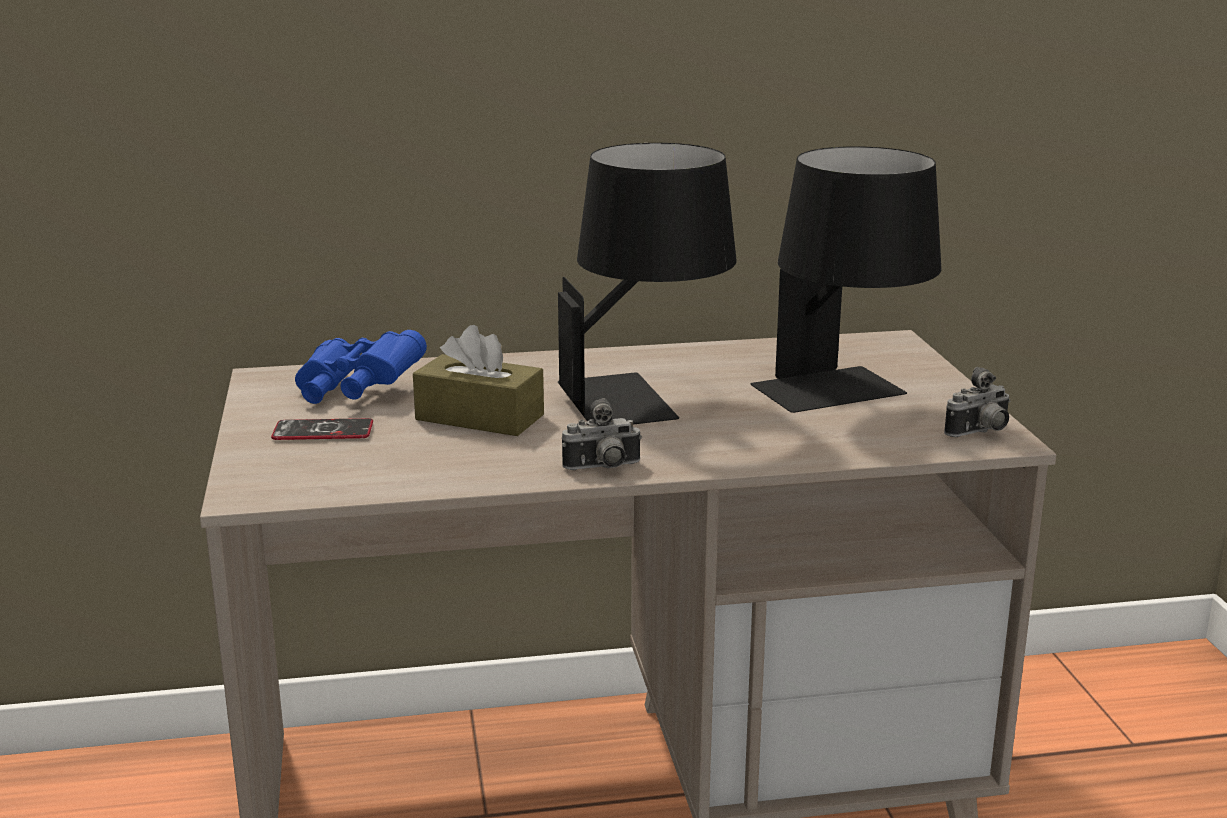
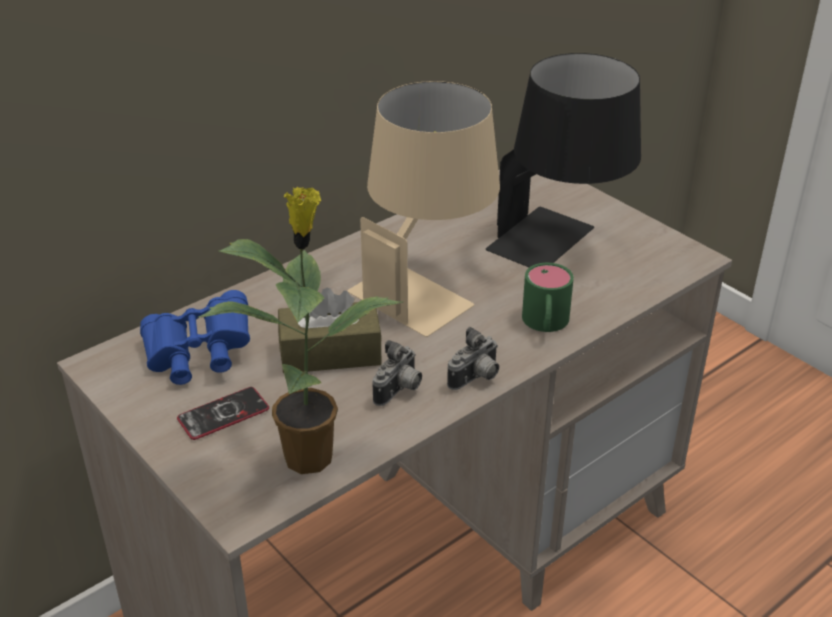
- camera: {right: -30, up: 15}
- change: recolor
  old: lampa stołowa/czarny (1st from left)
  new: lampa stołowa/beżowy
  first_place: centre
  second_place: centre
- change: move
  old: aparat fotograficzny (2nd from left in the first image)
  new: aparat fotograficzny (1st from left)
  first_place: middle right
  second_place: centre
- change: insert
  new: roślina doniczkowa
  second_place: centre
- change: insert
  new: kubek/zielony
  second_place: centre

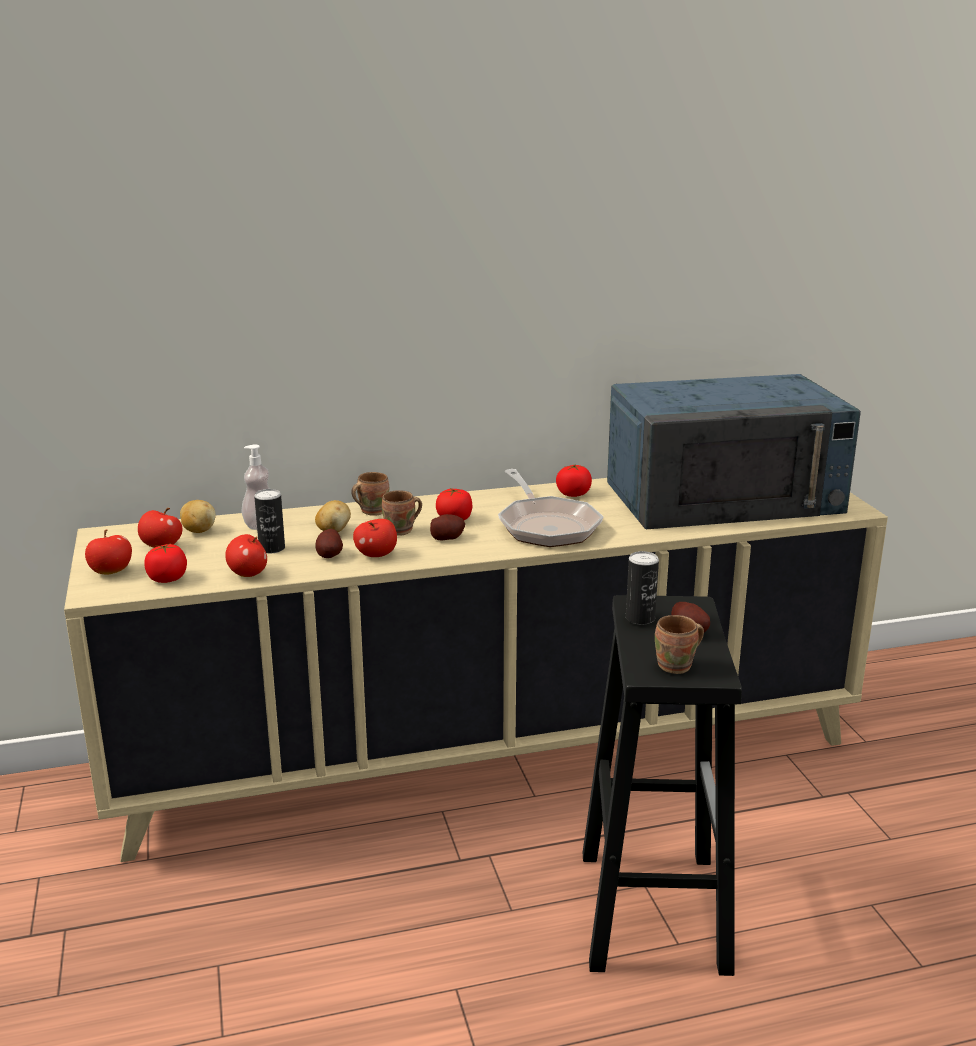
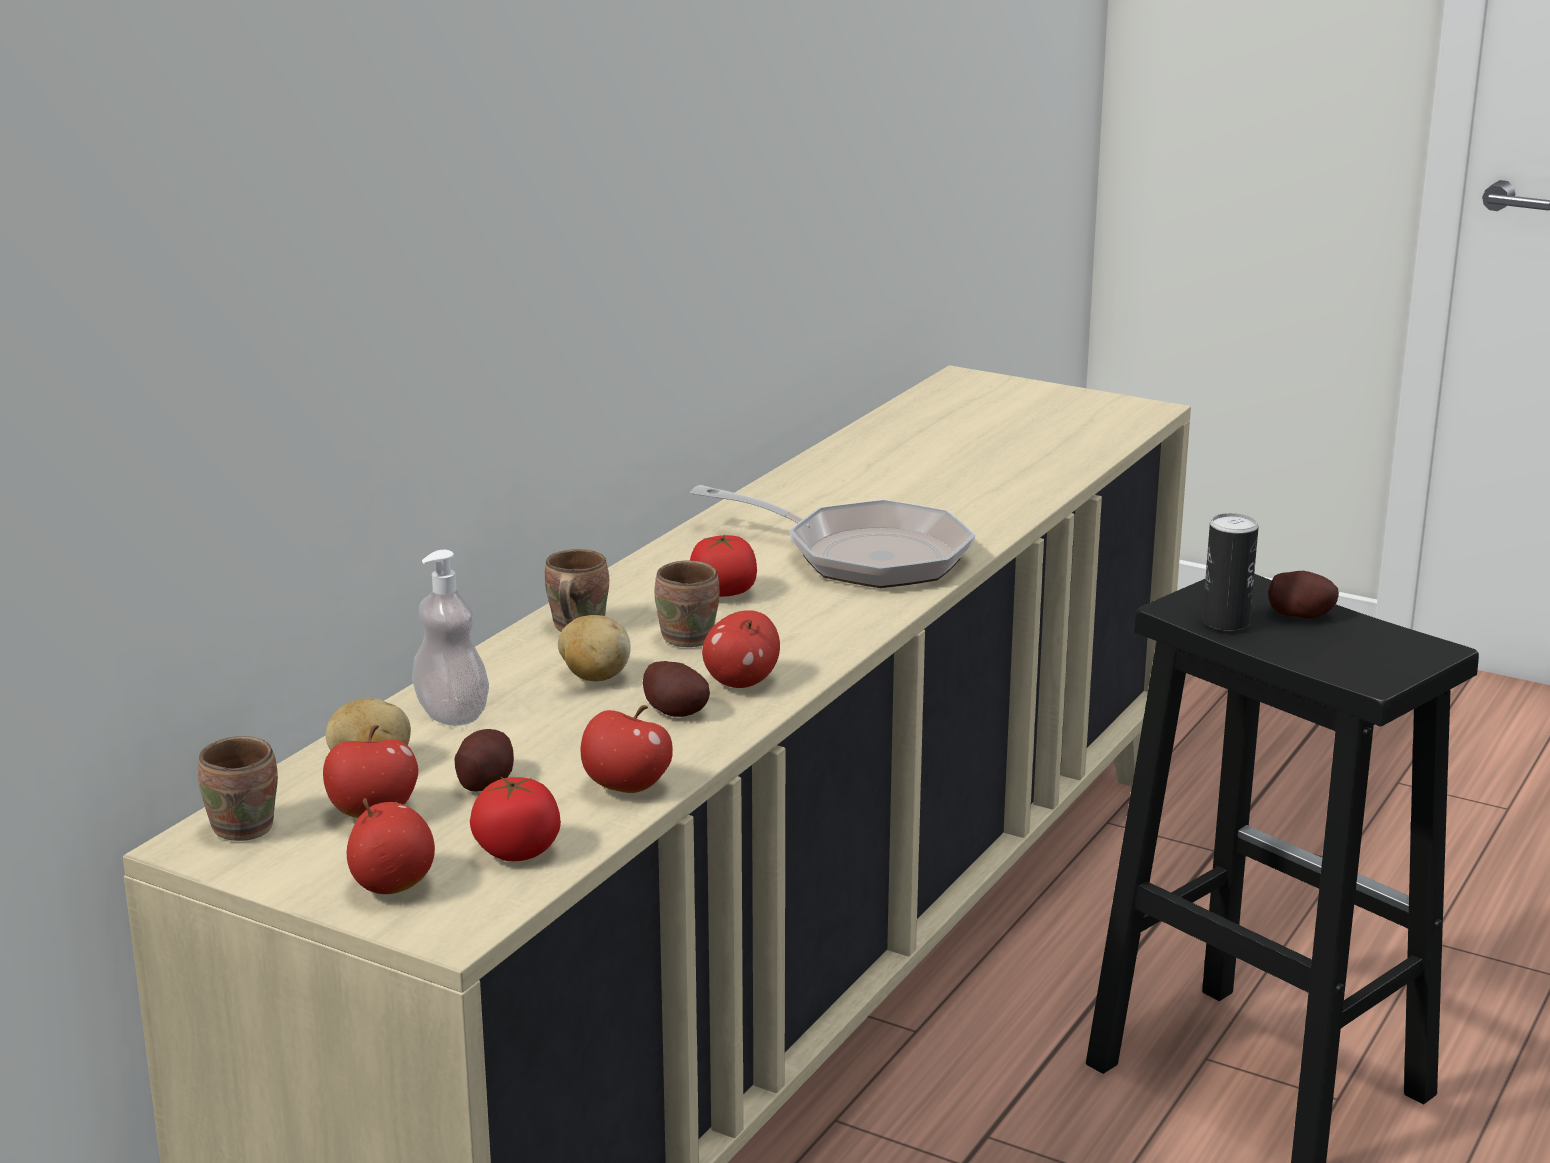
- camera: {right: -45, up: 0}
- change: delete
  old: puszka (1st from left)
  first_place: middle left
- change: move
  old: ziemniak (4th from left in the first image)
  new: ziemniak (2nd from left)
  first_place: centre
  second_place: middle left
- change: delete
  old: pomidor (3rd from left)
  first_place: centre
- change: delete
  old: mikrofalówka/niebieski
  first_place: middle right
- change: move
  old: kubek/brązowy (3rd from left in the first image)
  new: kubek/brązowy (1st from left)
  first_place: middle right
  second_place: bottom left

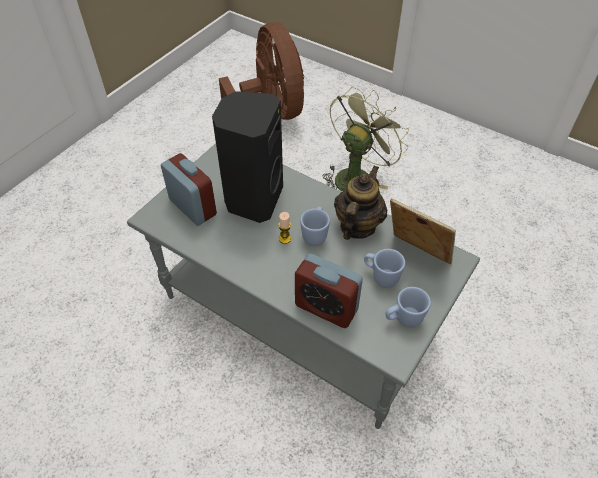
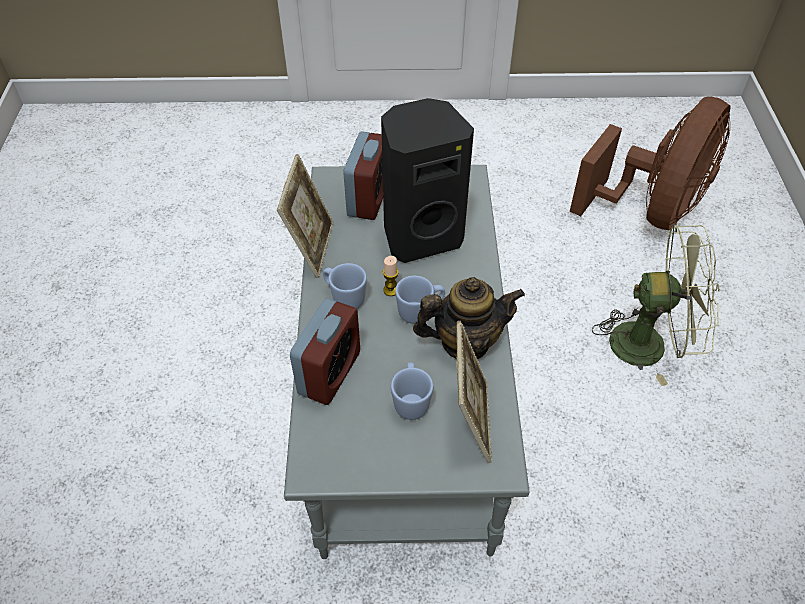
- camera: {right: 55, up: 0}
- change: rotate
  old: budzik (2nd from left in the first image)
  first_place: centre
  second_place: centre
  degrees: -150
- change: move
  old: kubek/niebieski (3rd from left in the first image)
  new: kubek/niebieski (1st from left)
  first_place: middle right
  second_place: centre
- change: insert
  new: ramka na zdjęcie (1st from left)
  second_place: centre

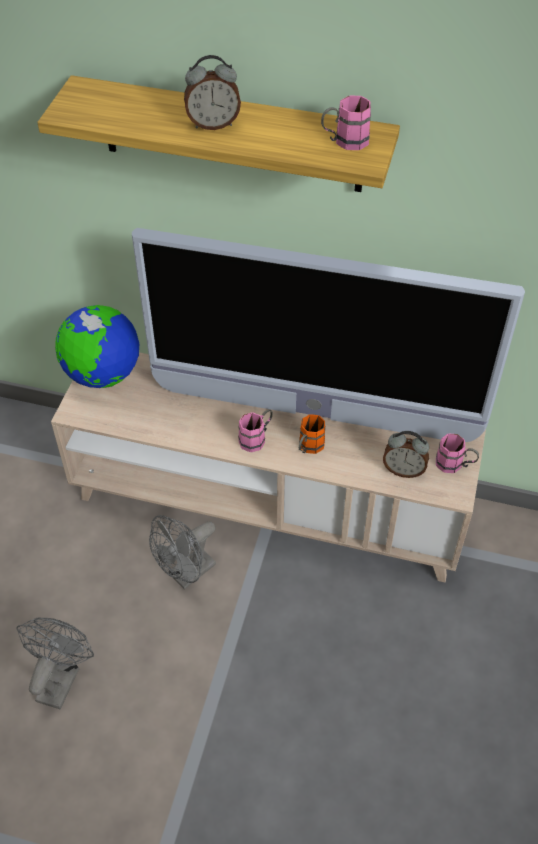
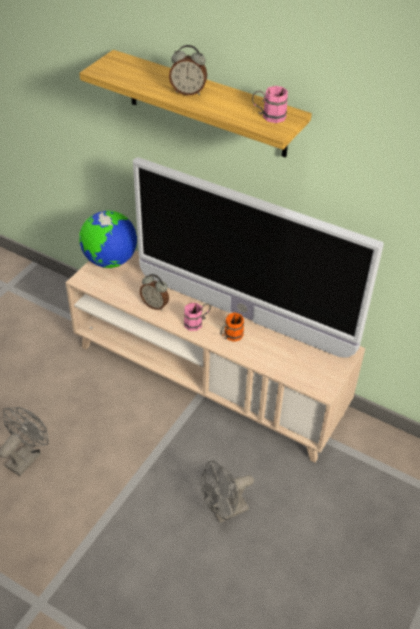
- camera: {right: 15, up: -5}
- change: move
  old: wentylator/szary (2nd from left)
  first_place: centre
  second_place: bottom centre
- change: move
  old: budzik (2nd from left in the first image)
  new: budzik (1st from left)
  first_place: middle right
  second_place: centre
- change: delete
  old: kubek/różowy (3rd from left)
  first_place: middle right

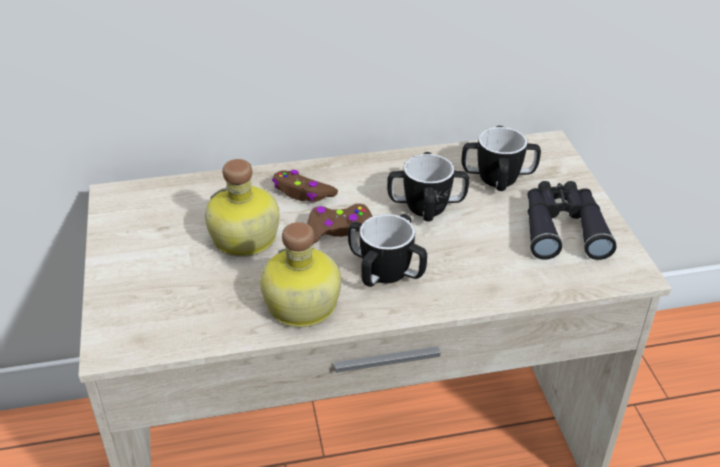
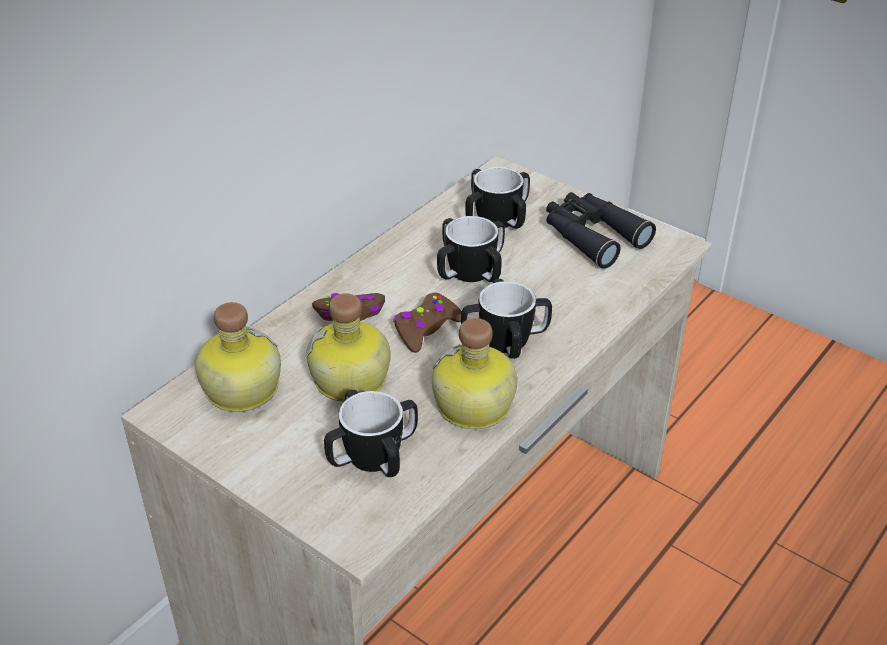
- camera: {right: -40, up: 0}
- change: insert
  new: butelka (1st from left)
  second_place: middle left
- change: insert
  new: kubek (1st from left)
  second_place: bottom centre

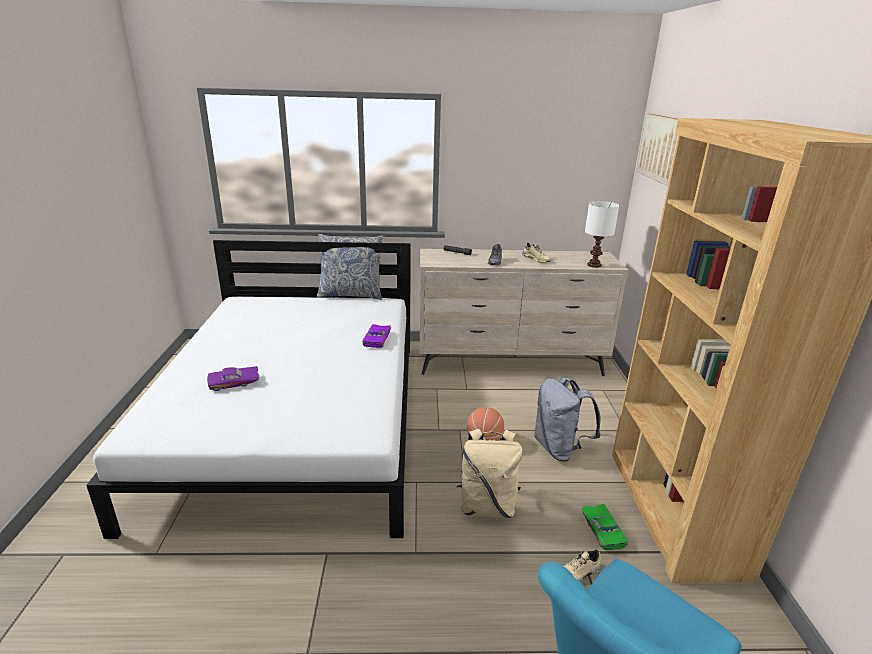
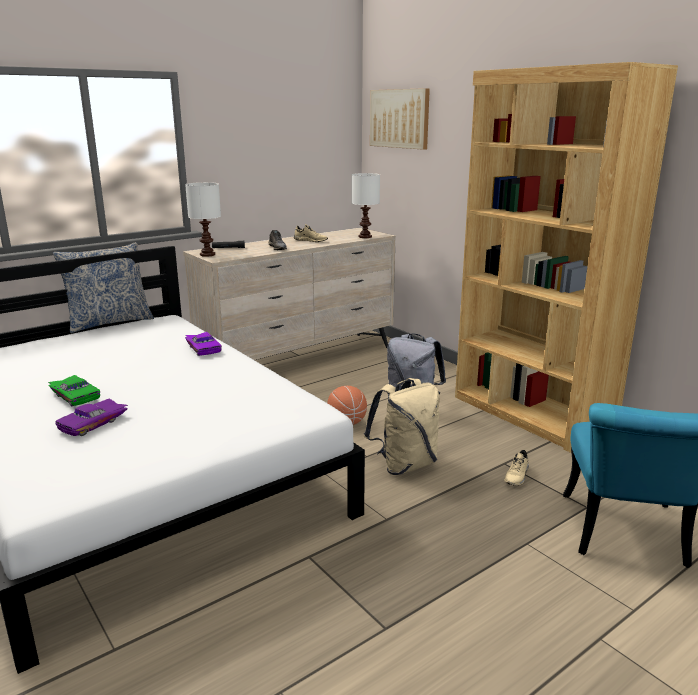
- camera: {right: -35, up: -5}
- change: move
  old: samochodzik/zielony
  first_place: bottom right
  second_place: middle left
- change: insert
  new: lampa stołowa/biały (1st from left)
  second_place: top left

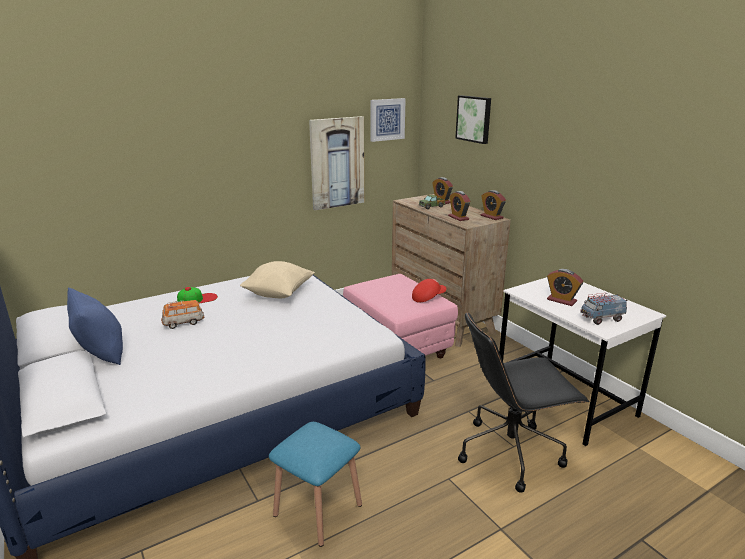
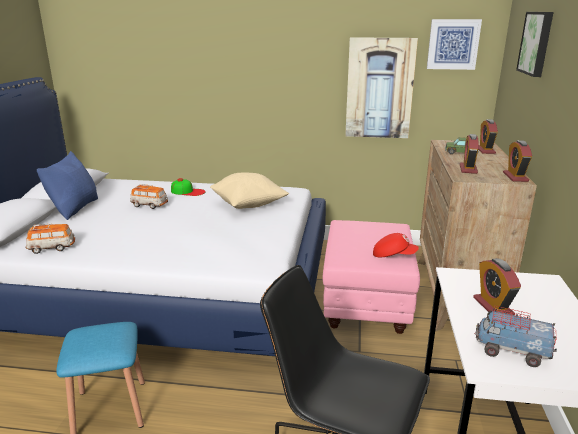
- camera: {right: 40, up: 0}
- change: insert
  new: samochodzik (1st from left)
  second_place: middle left

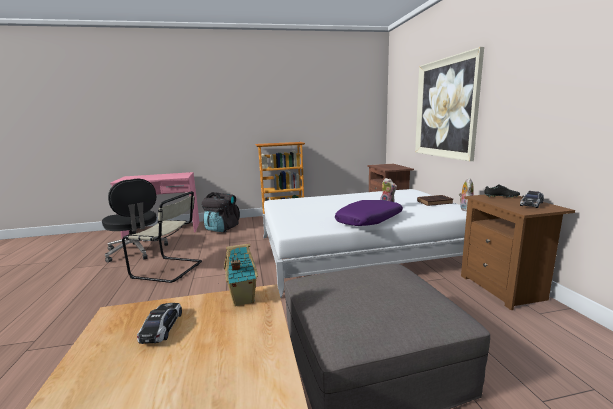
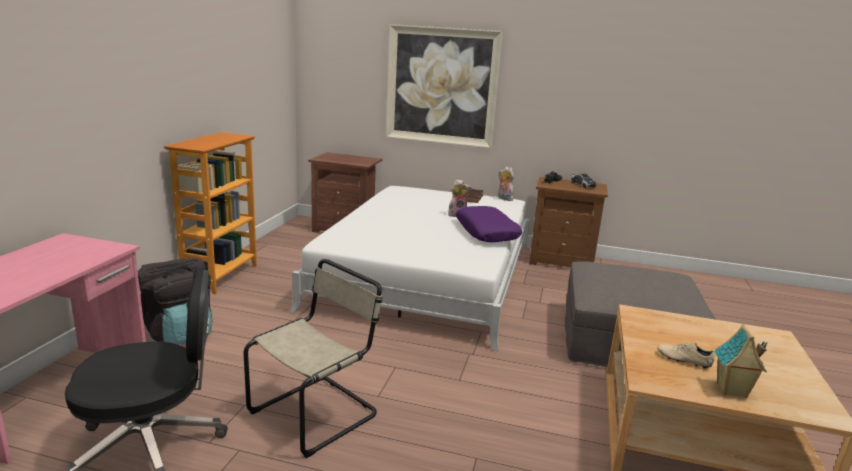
- camera: {right: -65, up: 5}
- change: replace
  old: samochodzik (1st from left)
  new: but/beżowy
  first_place: bottom left
  second_place: bottom right
- change: move
  old: domek
  first_place: bottom centre
  second_place: bottom right

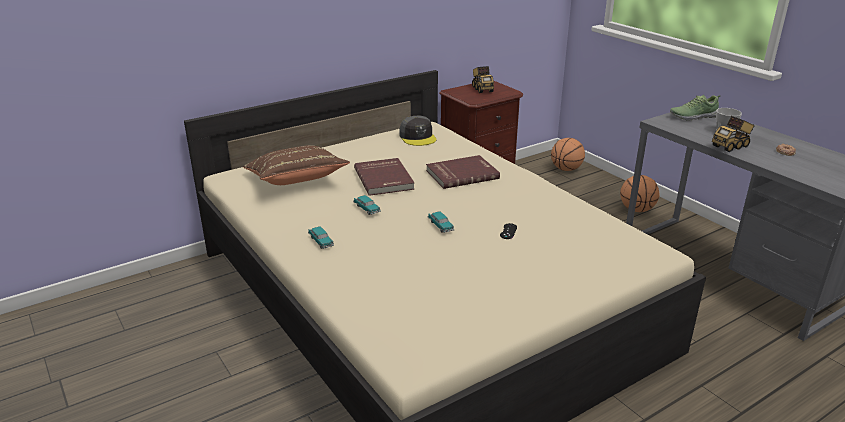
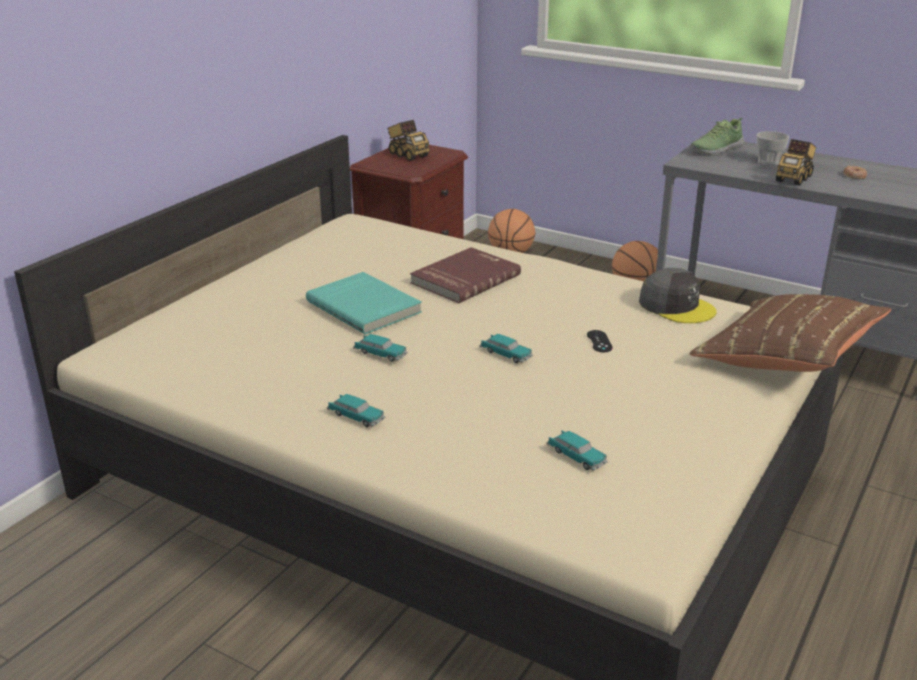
- camera: {right: -25, up: 0}
- change: move
  old: poduszka/brązowy
  first_place: centre
  second_place: middle right
- change: recolor
  old: książka/czerwony (1st from left)
  new: książka/turkusowy
  first_place: centre
  second_place: centre
- change: move
  old: czapka z daszkiem/szary
  first_place: top centre
  second_place: middle right
- change: insert
  new: samochodzik (4th from left)
  second_place: centre

